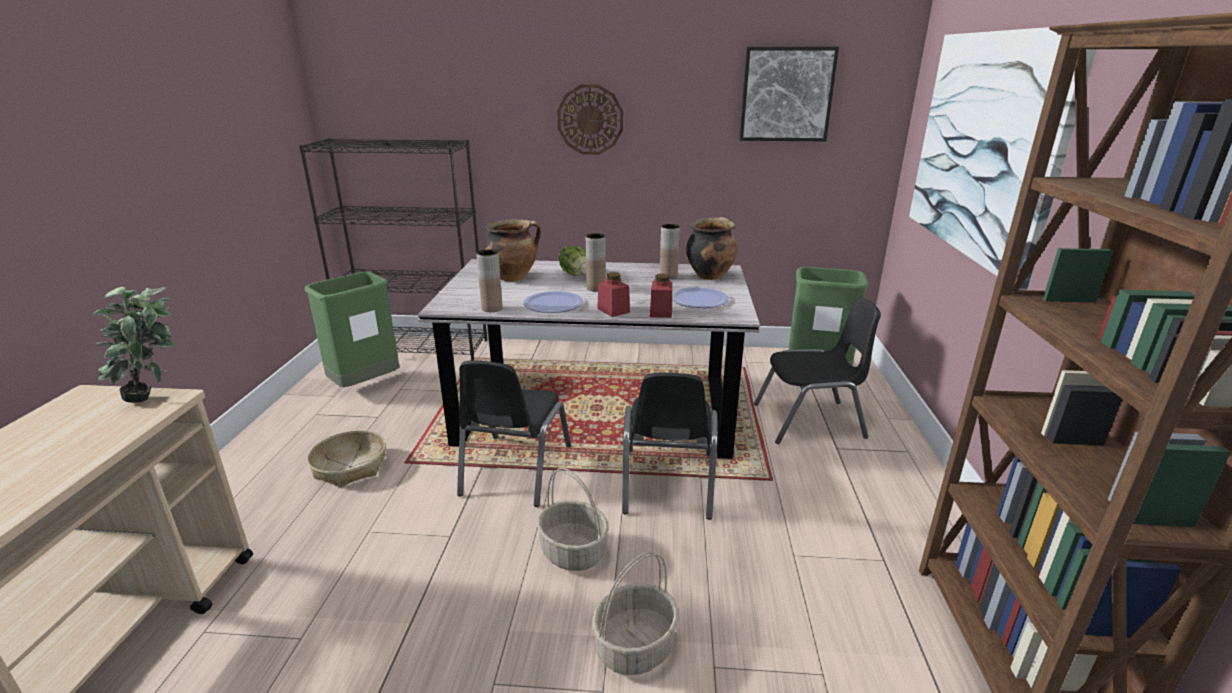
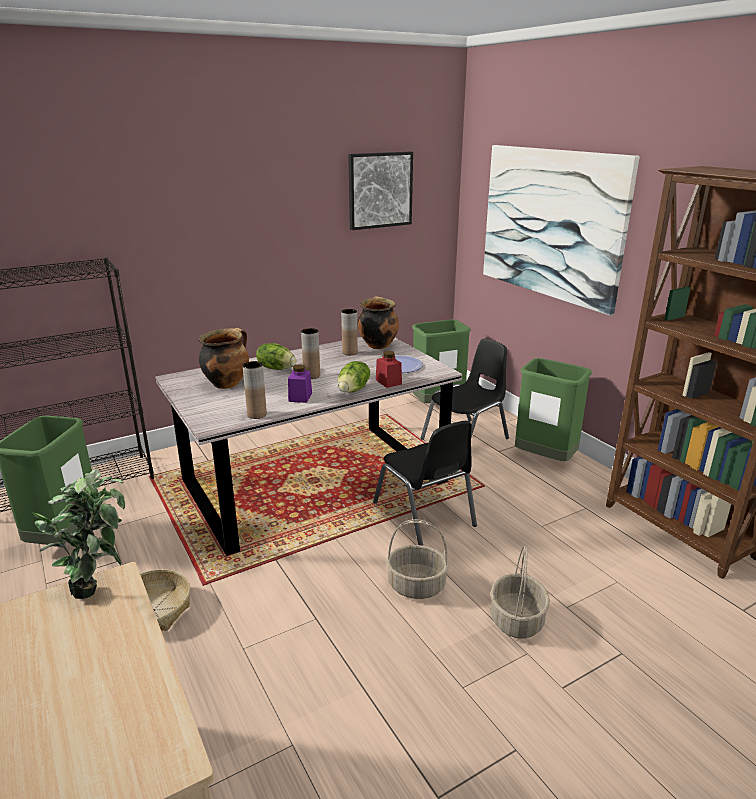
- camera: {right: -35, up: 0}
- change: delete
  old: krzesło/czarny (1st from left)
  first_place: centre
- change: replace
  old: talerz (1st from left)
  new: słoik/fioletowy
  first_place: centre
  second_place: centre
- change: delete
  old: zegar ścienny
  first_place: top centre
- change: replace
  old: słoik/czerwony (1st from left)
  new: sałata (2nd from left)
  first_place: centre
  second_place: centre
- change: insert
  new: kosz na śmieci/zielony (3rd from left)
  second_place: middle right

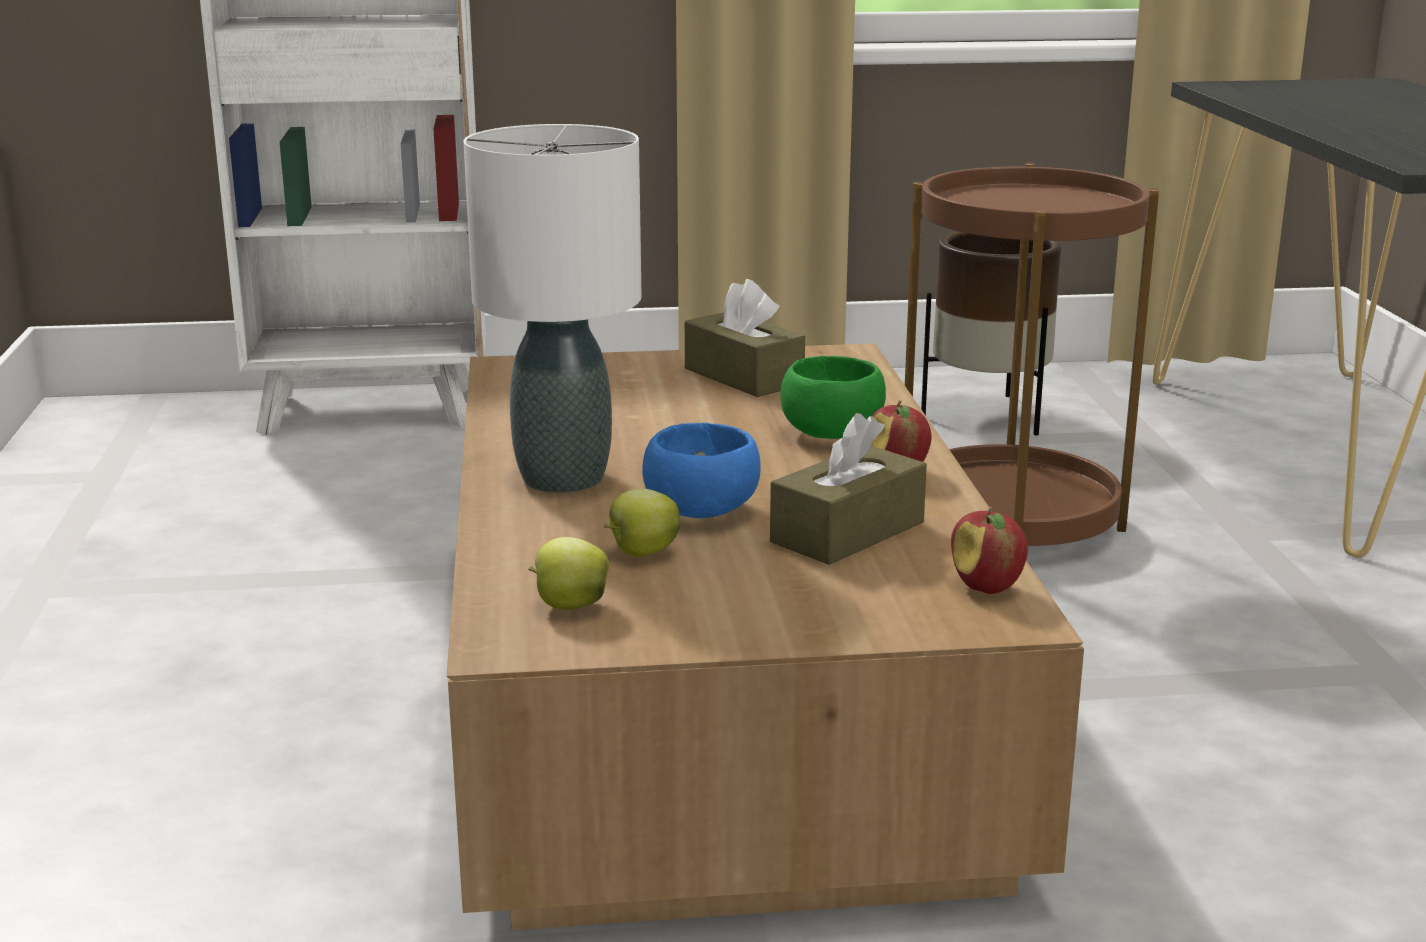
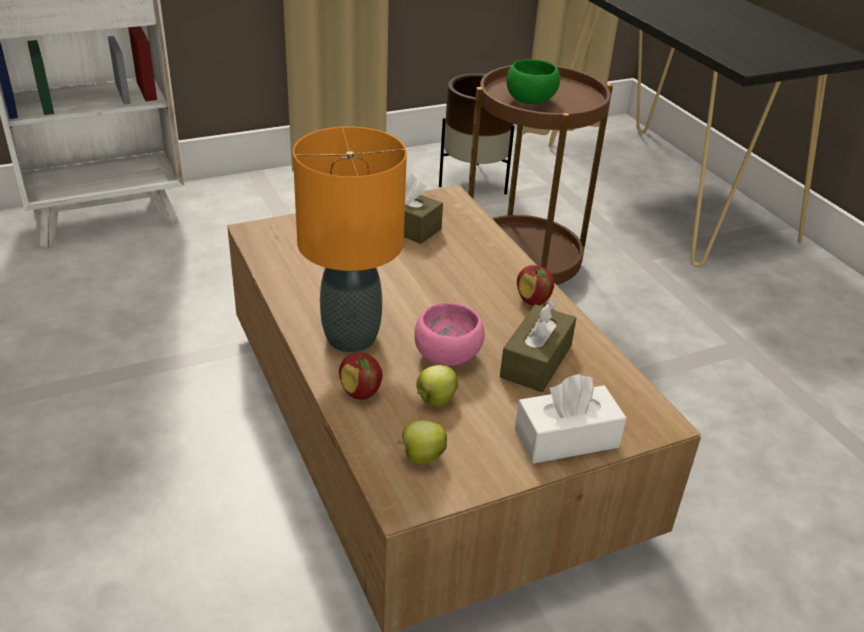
- camera: {right: -20, up: 15}
- change: recolor
  old: lampa stołowa/biały
  new: lampa stołowa/pomarańczowy
  first_place: top centre
  second_place: centre
- change: recolor
  old: miska/niebieski
  new: miska/różowy
  first_place: centre
  second_place: centre
- change: move
  old: miska/zielony
  first_place: centre
  second_place: top centre
- change: move
  old: jabłko (4th from left in the first image)
  new: jabłko (1st from left)
  first_place: middle right
  second_place: centre
- change: insert
  new: pudełko chusteczek/biały
  second_place: centre

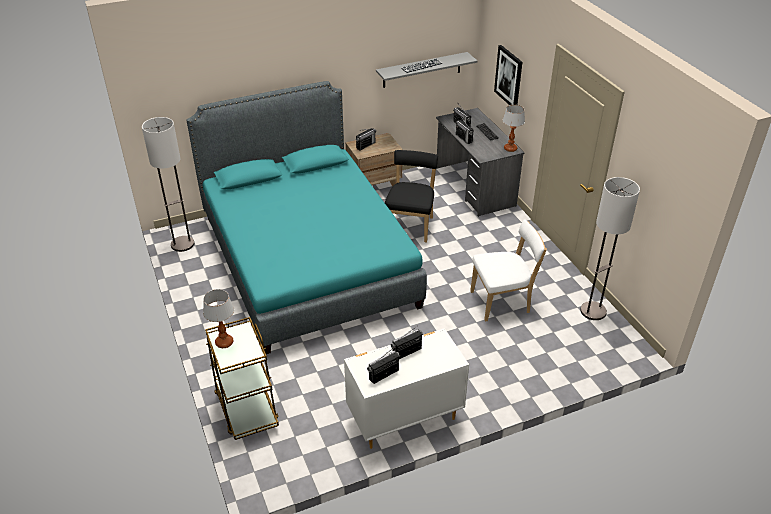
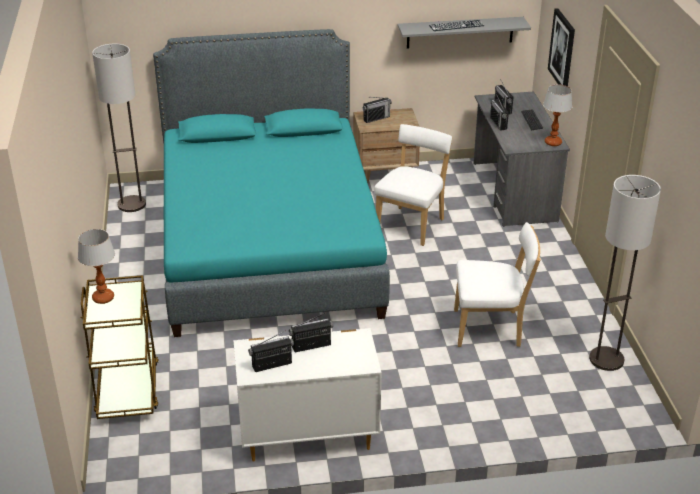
- camera: {right: 15, up: -5}
- change: recolor
  old: krzesło/czarny
  new: krzesło/biały (1st from left)
  first_place: centre
  second_place: centre

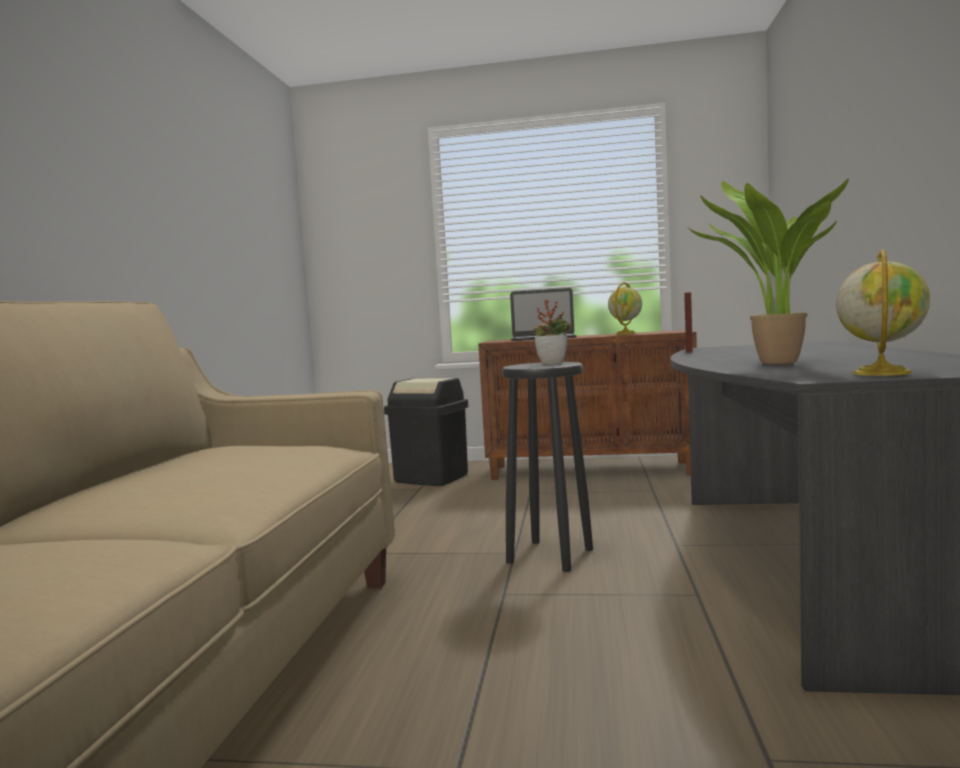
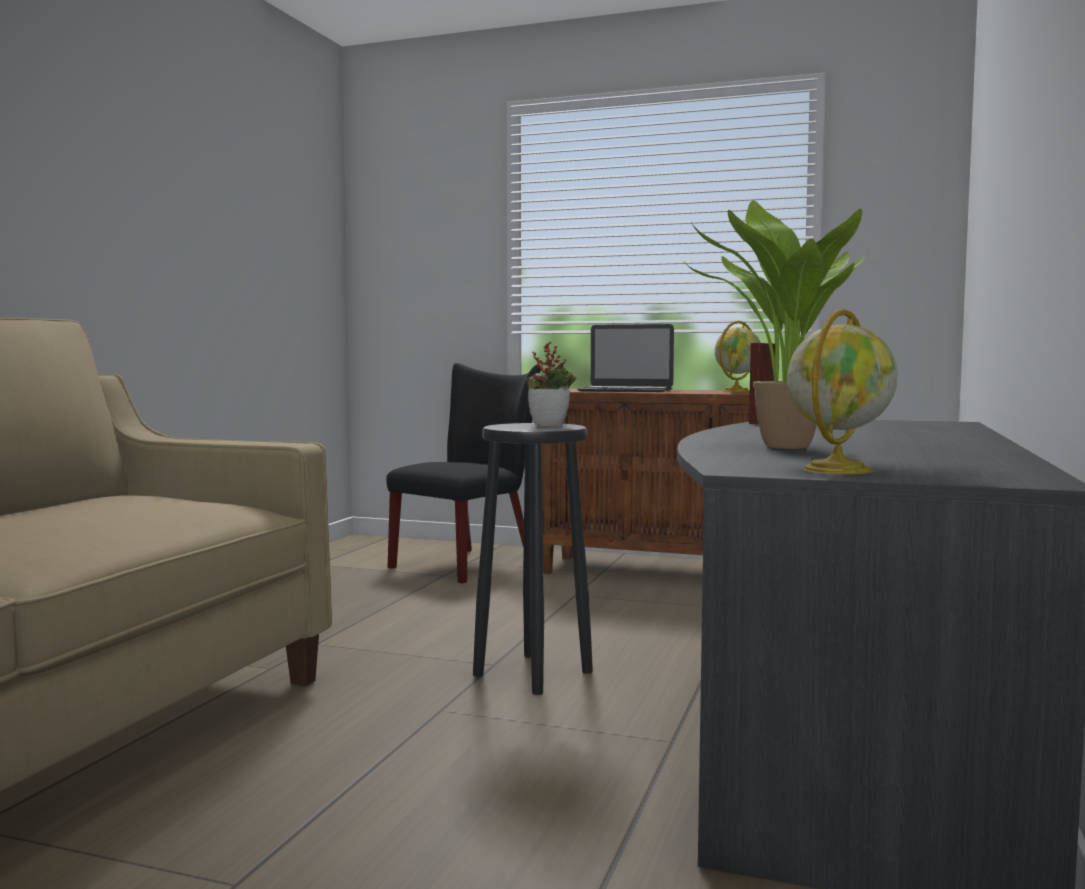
- camera: {right: 10, up: 0}
- change: replace
  old: kosz na śmieci/czarny
  new: krzesło/czarny
  first_place: centre
  second_place: centre

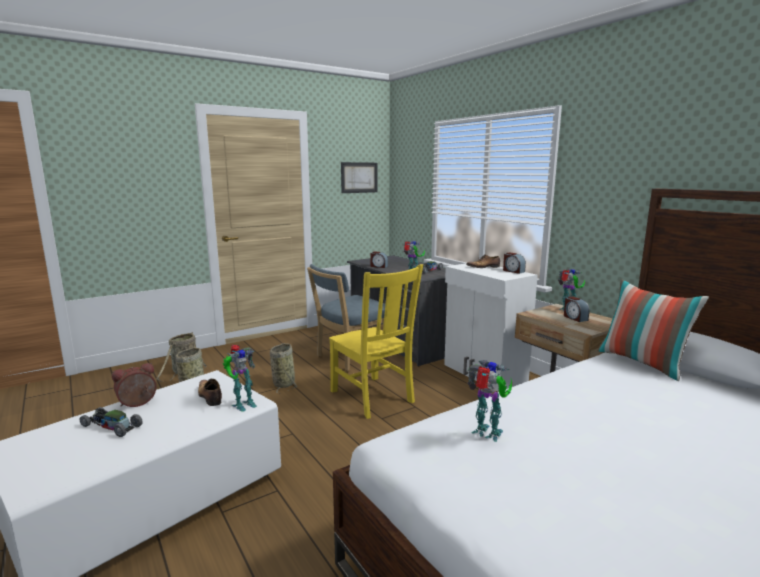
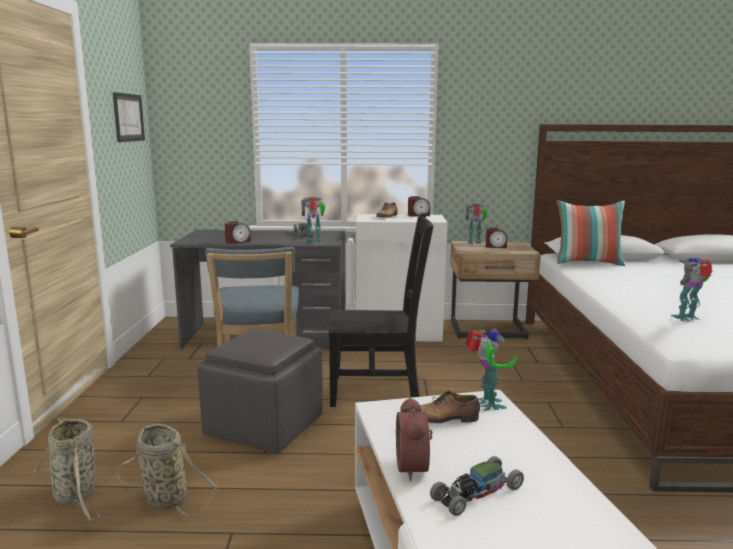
- camera: {right: -55, up: 0}
- change: replace
  old: koszyk (3rd from left)
  new: pufa/szary
  first_place: centre
  second_place: bottom centre
- change: recolor
  old: krzesło/żółty
  new: krzesło/czarny
  first_place: centre
  second_place: centre

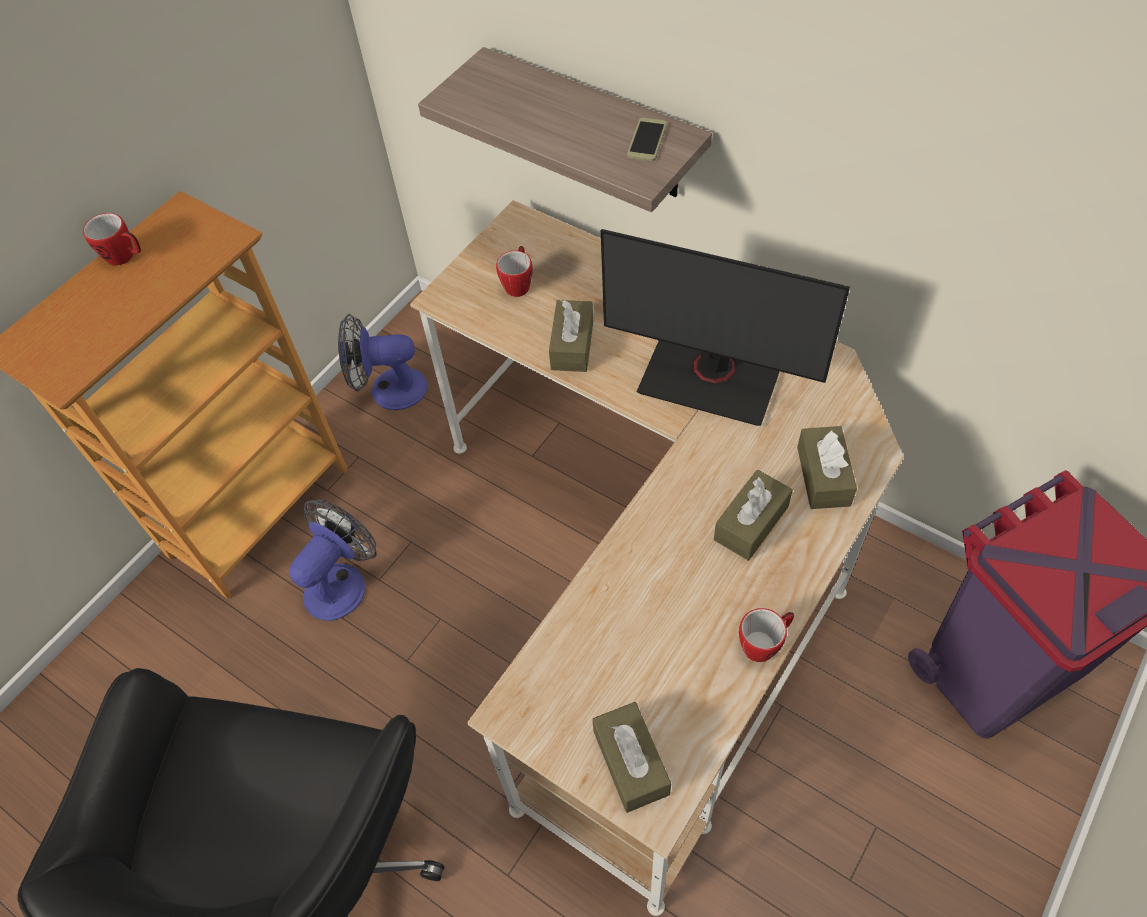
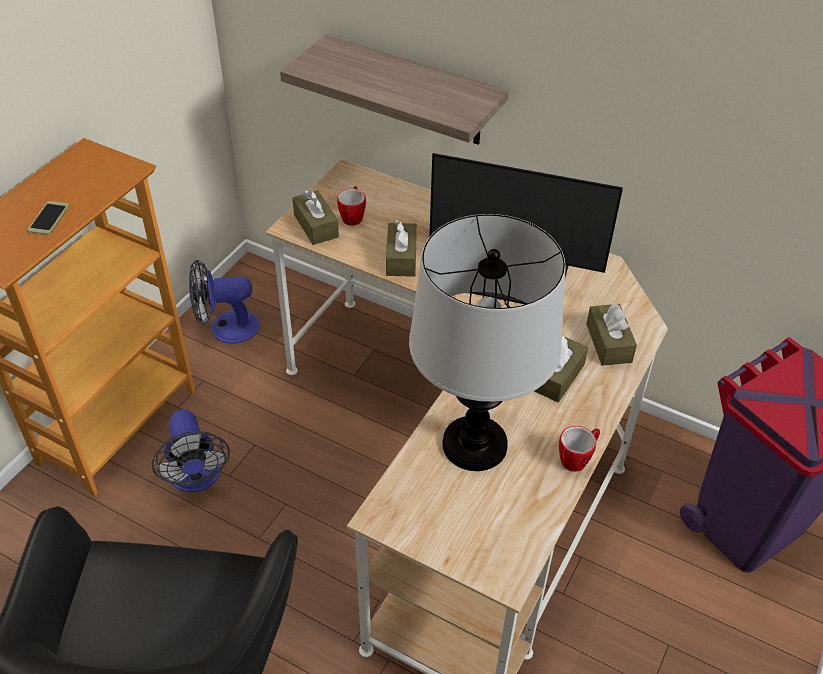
- camera: {right: -10, up: -10}
- change: delete
  old: kubek (1st from left)
  first_place: top left
- change: rotate
  old: wentylator (1st from left)
  first_place: middle left
  second_place: bottom left
  degrees: 135
- change: move
  old: pudełko chusteczek/brązowy (2nd from left in the first image)
  new: pudełko chusteczek/brązowy (1st from left)
  first_place: bottom centre
  second_place: top centre
- change: move
  old: telefon
  first_place: top centre
  second_place: top left
- change: insert
  new: lampa stołowa
  second_place: centre

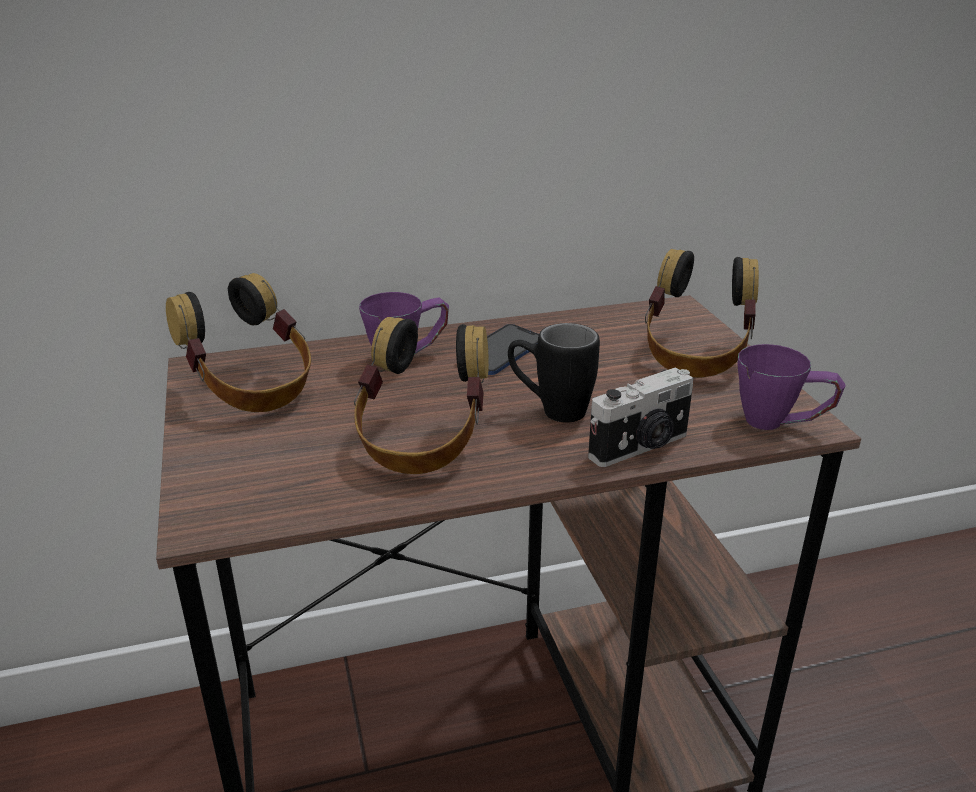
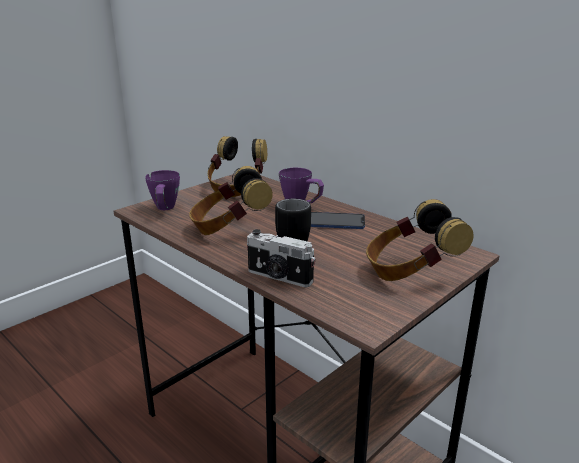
- camera: {right: 60, up: -5}
- change: move
  old: kubek/fioletowy (2nd from left in the first image)
  new: kubek/fioletowy (1st from left)
  first_place: middle right
  second_place: middle left

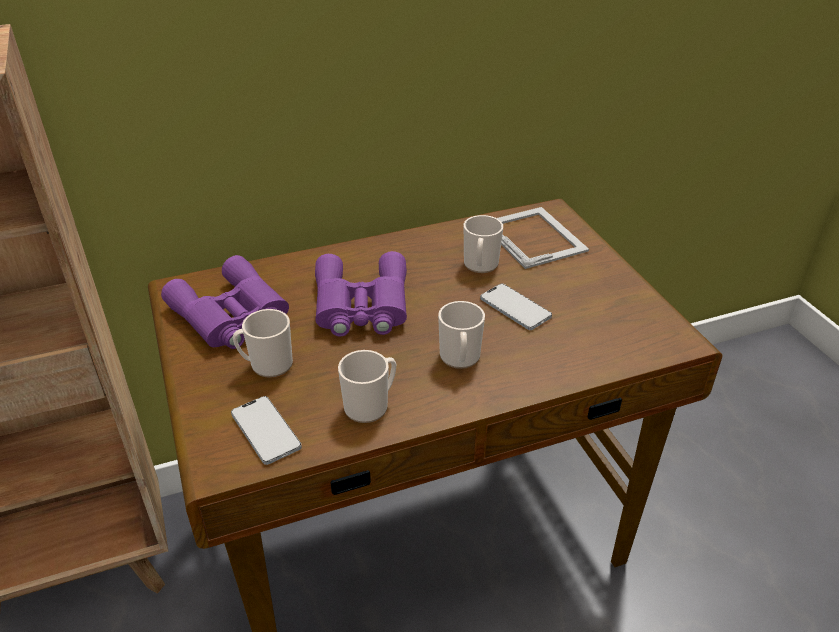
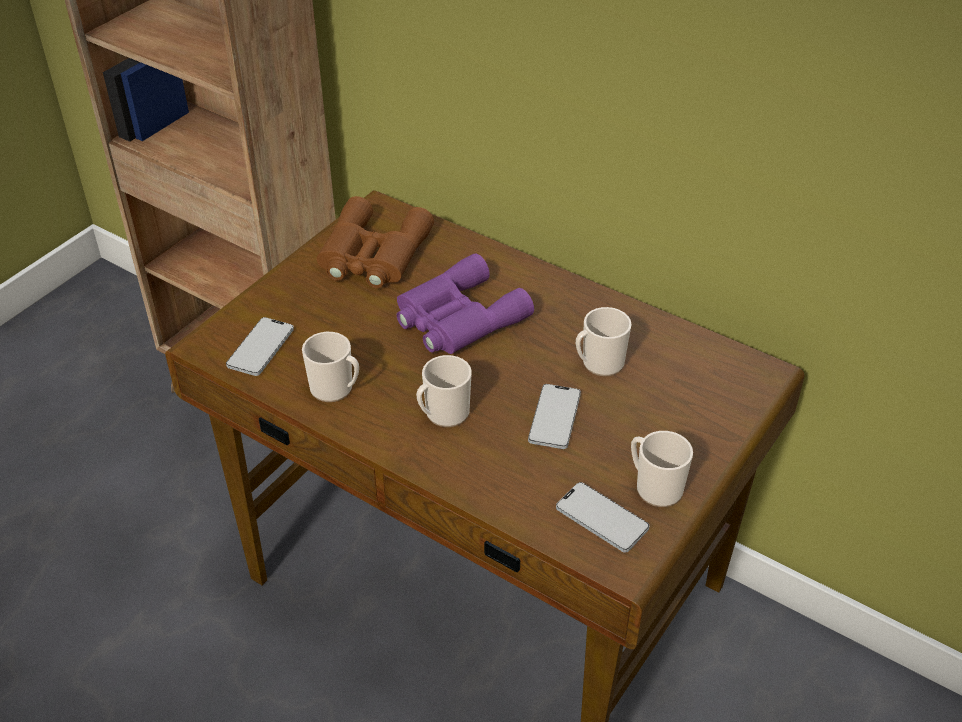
- camera: {right: 55, up: 5}
- change: recolor
  old: lornetka/fioletowy (1st from left)
  new: lornetka/brązowy
  first_place: middle left
  second_place: centre
- change: move
  old: kubek (1st from left in the first image)
  new: kubek (4th from left)
  first_place: middle left
  second_place: middle right
- change: delete
  old: ramka na zdjęcie
  first_place: centre
- change: insert
  new: telefon (3rd from left)
  second_place: bottom centre

